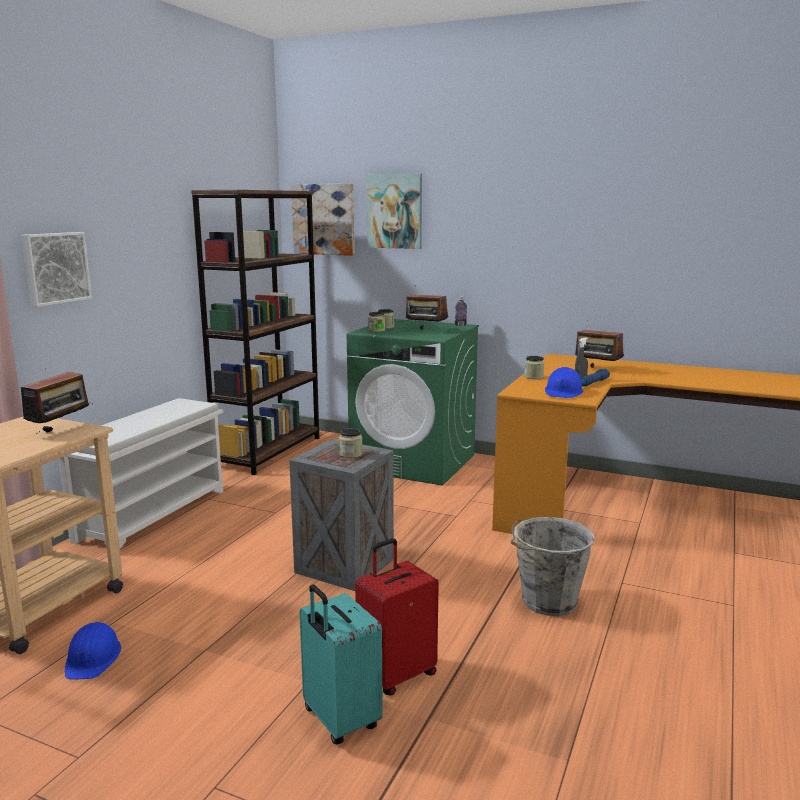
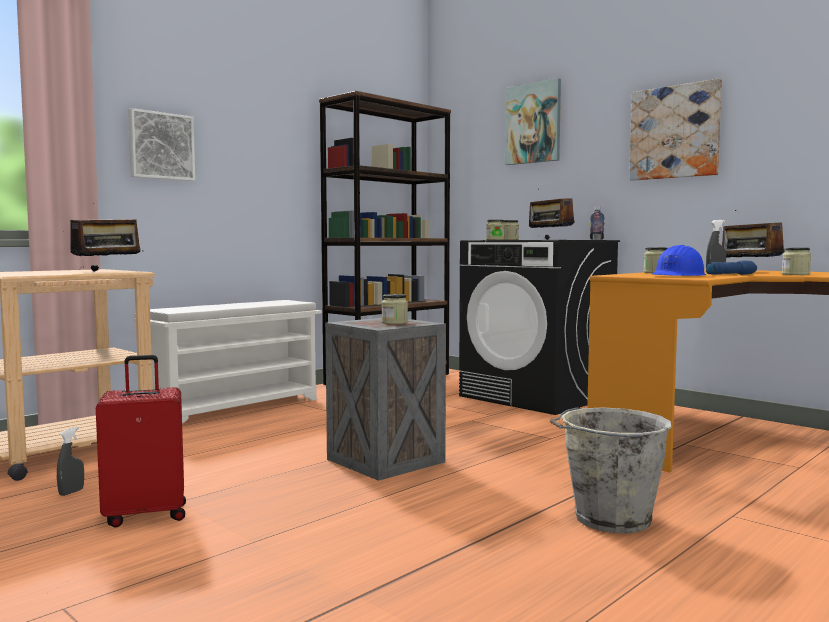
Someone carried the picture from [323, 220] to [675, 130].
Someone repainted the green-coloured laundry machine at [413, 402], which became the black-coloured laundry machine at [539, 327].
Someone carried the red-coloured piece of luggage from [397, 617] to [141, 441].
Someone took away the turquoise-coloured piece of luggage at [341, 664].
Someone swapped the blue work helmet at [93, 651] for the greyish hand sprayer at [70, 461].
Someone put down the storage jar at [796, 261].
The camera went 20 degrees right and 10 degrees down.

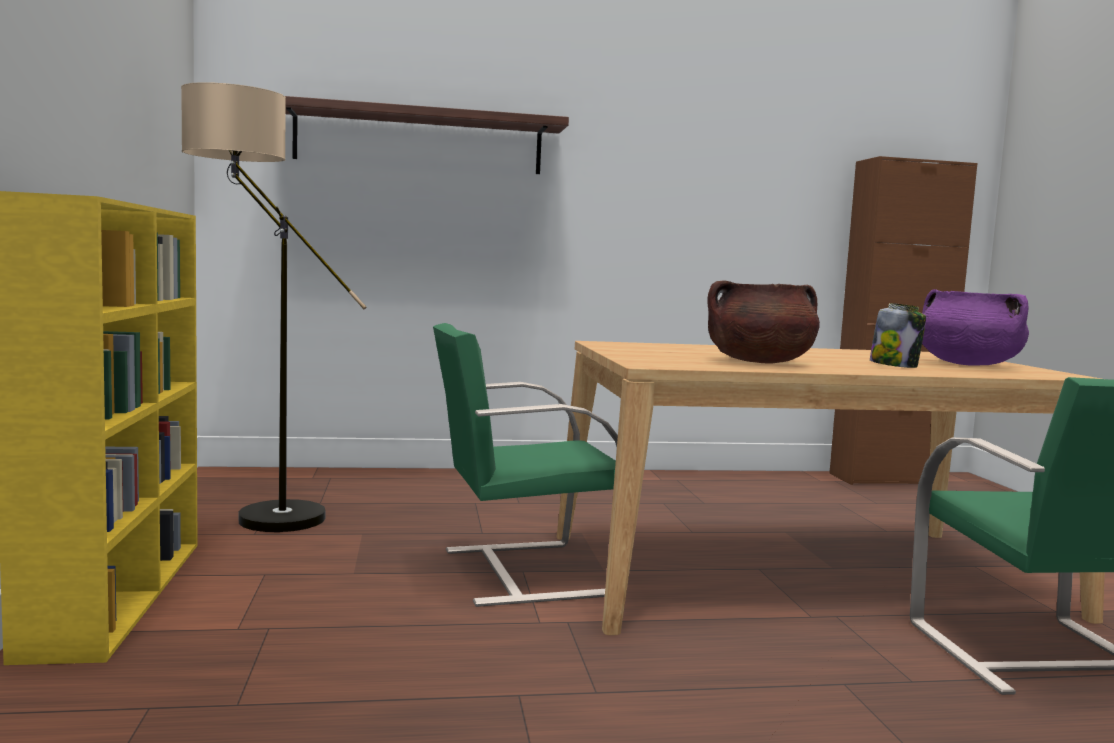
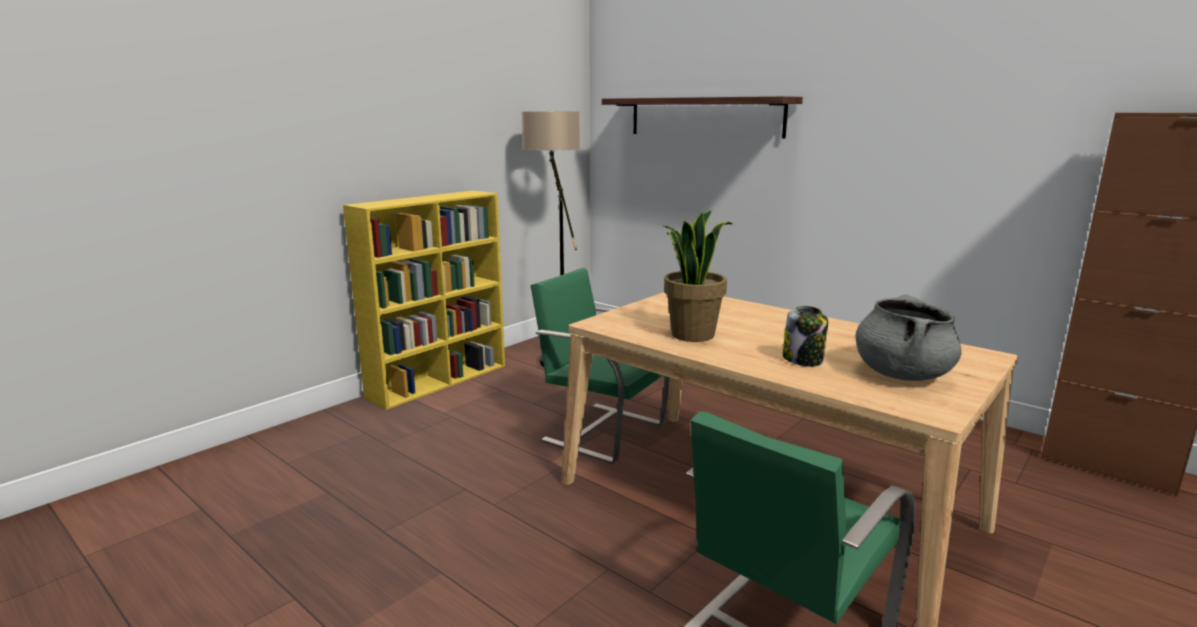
Someone swapped the brownish cooking pot at [763, 321] for the houseplant at [697, 276].
Someone repainted the purple-coloured cooking pot at [975, 327], which became the greyish cooking pot at [909, 337].
The camera went 50 degrees right and 10 degrees up.

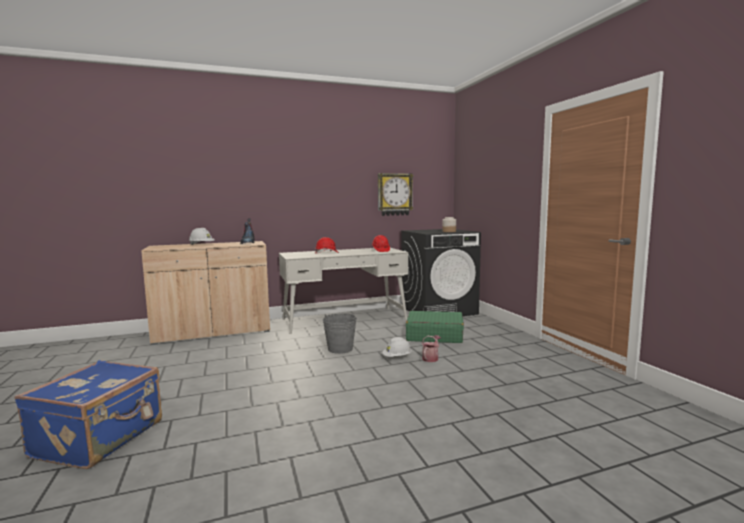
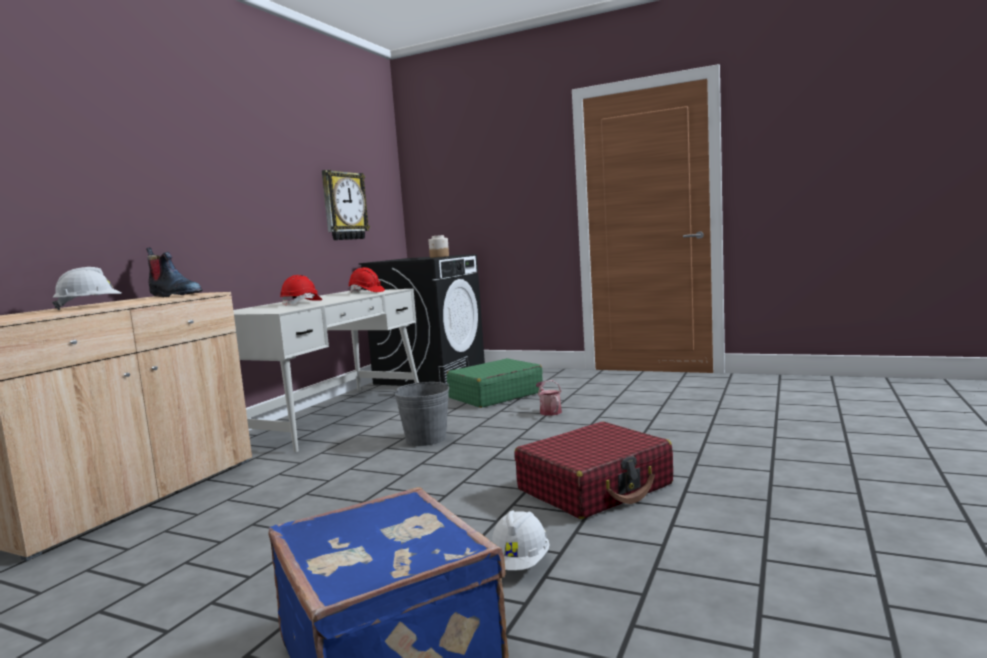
Someone carried the whitish work helmet from [397, 347] to [520, 540].
Someone put down the red-coloured piece of luggage at [594, 470].
The camera went 45 degrees left and 0 degrees up.

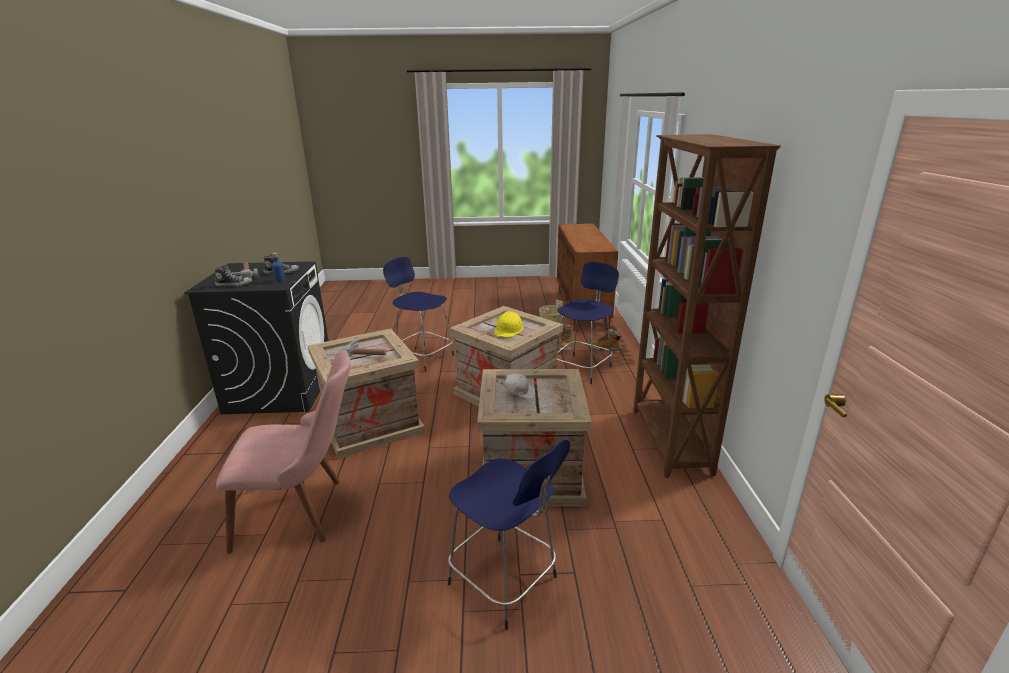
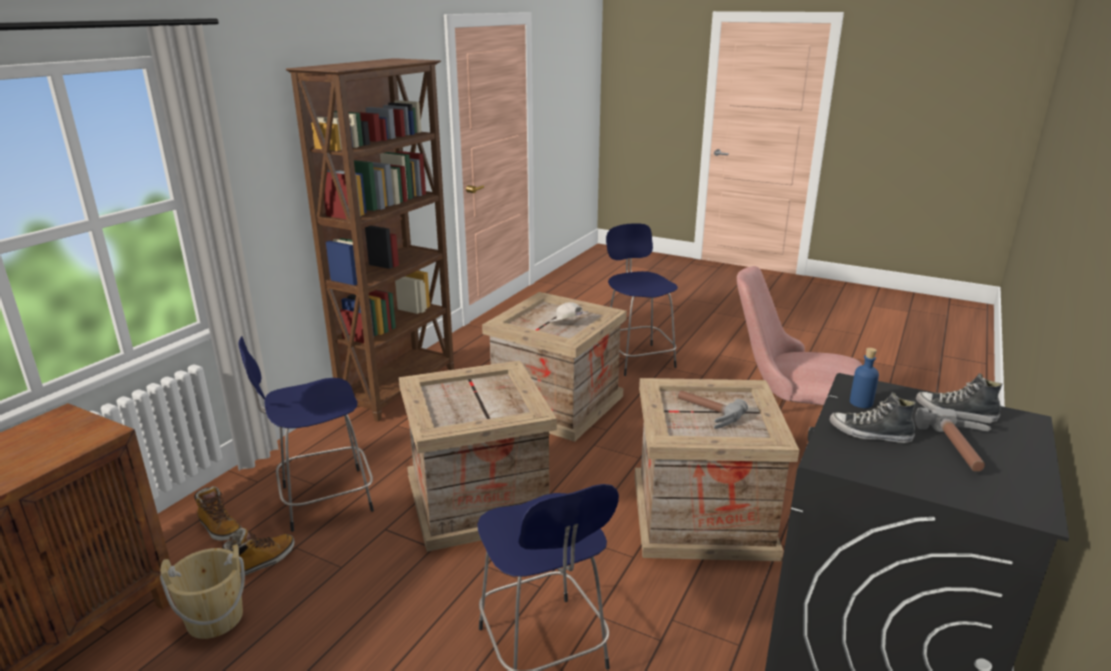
Someone took away the yellowish work helmet at [509, 324].
The camera went 150 degrees left and 0 degrees up.

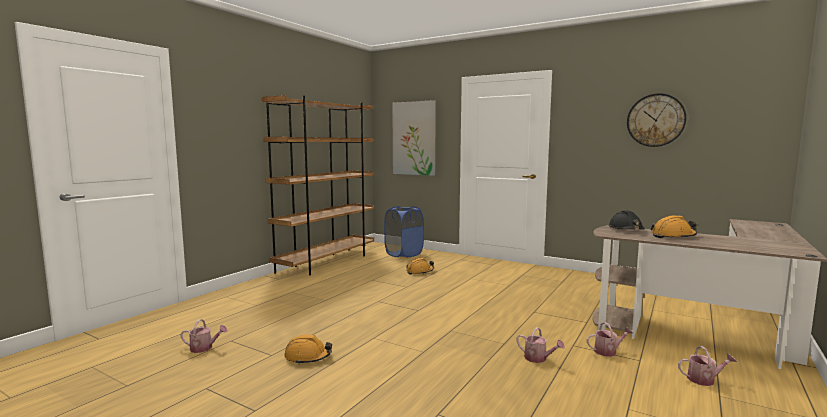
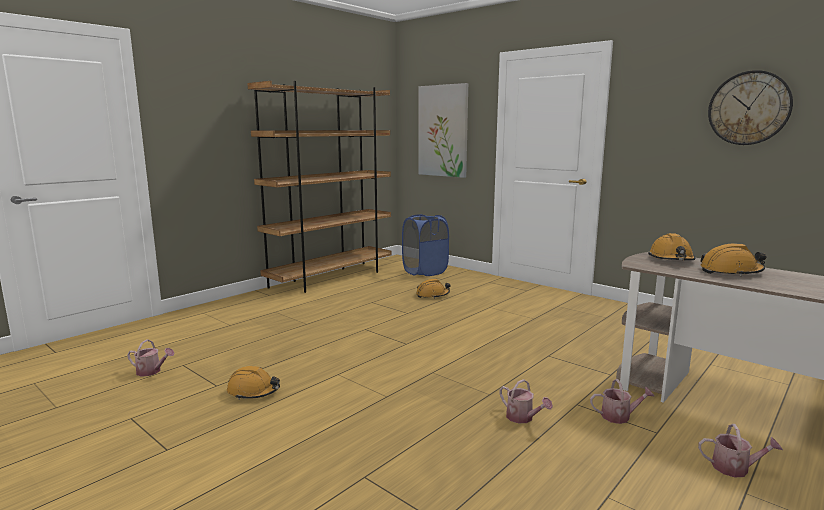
Someone repainted the black-coloured work helmet at [627, 220], which became the orange-coloured work helmet at [671, 246].
The camera went 10 degrees right and 5 degrees up.

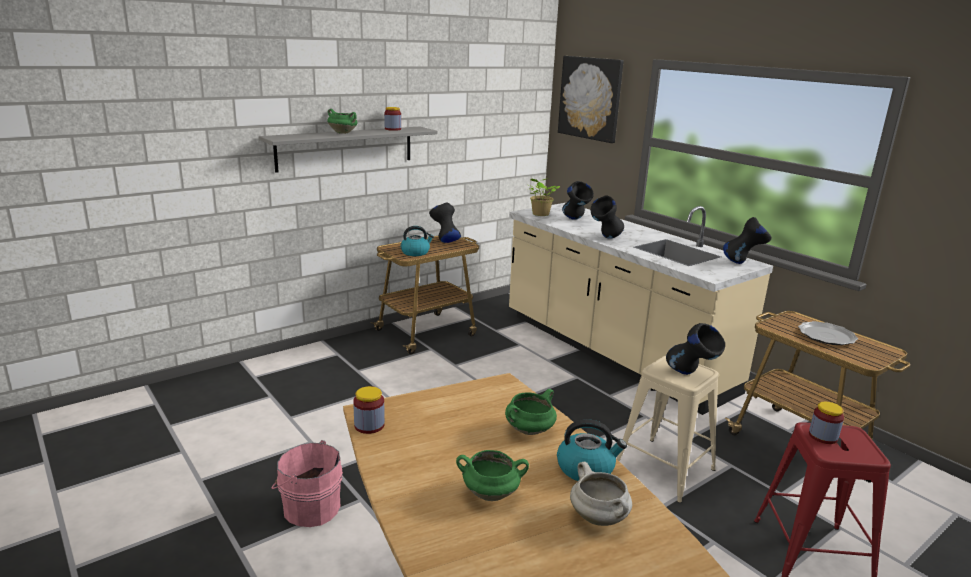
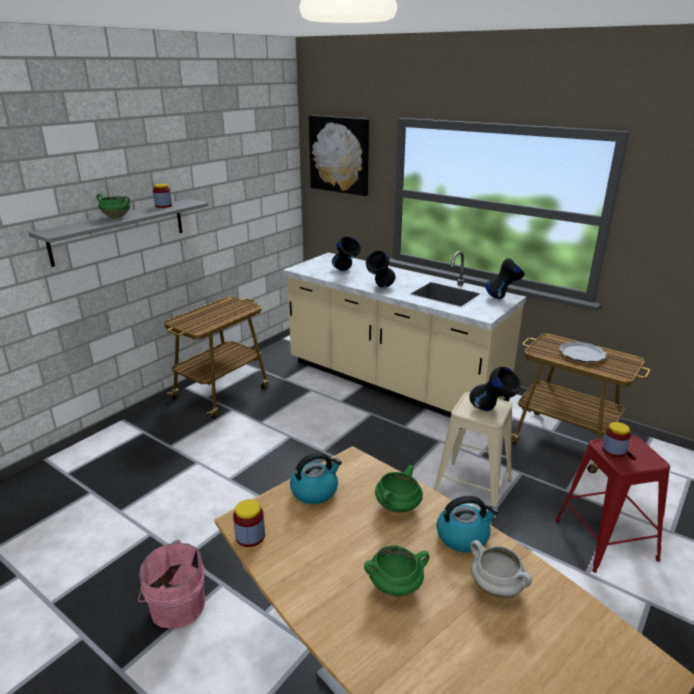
Someone took away the houseplant at [544, 197].
Someone took away the black-coloured vase at [445, 223].
Someone carried the water kettle from [417, 241] to [316, 478].
The camera went 15 degrees left and 5 degrees up.

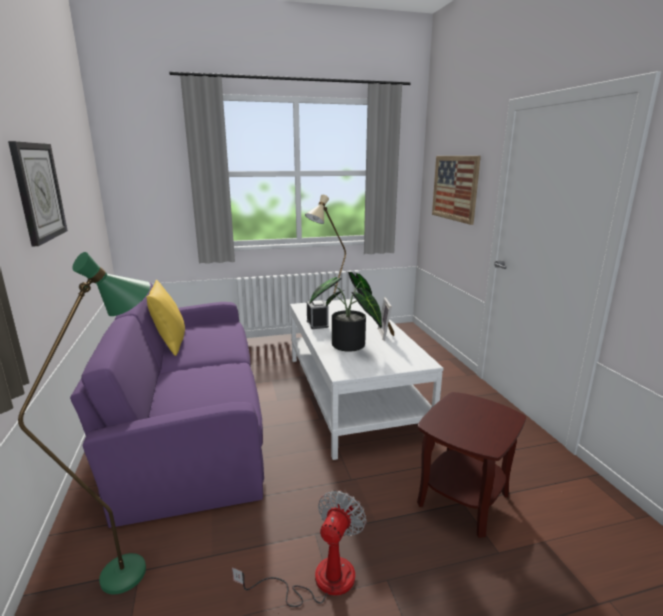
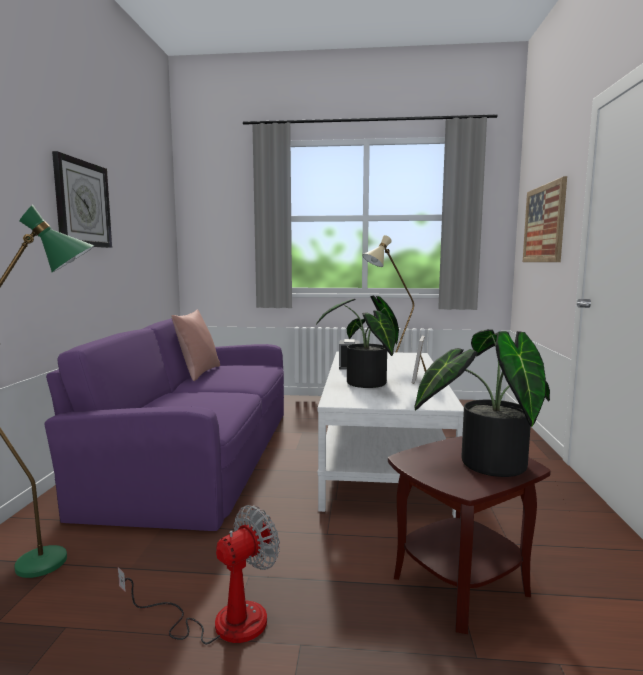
Someone repainted the yellowish throw pillow at [166, 318], which became the pinkish throw pillow at [195, 345].
Someone put down the houseplant at [482, 403].
The camera went 20 degrees right and 10 degrees down.

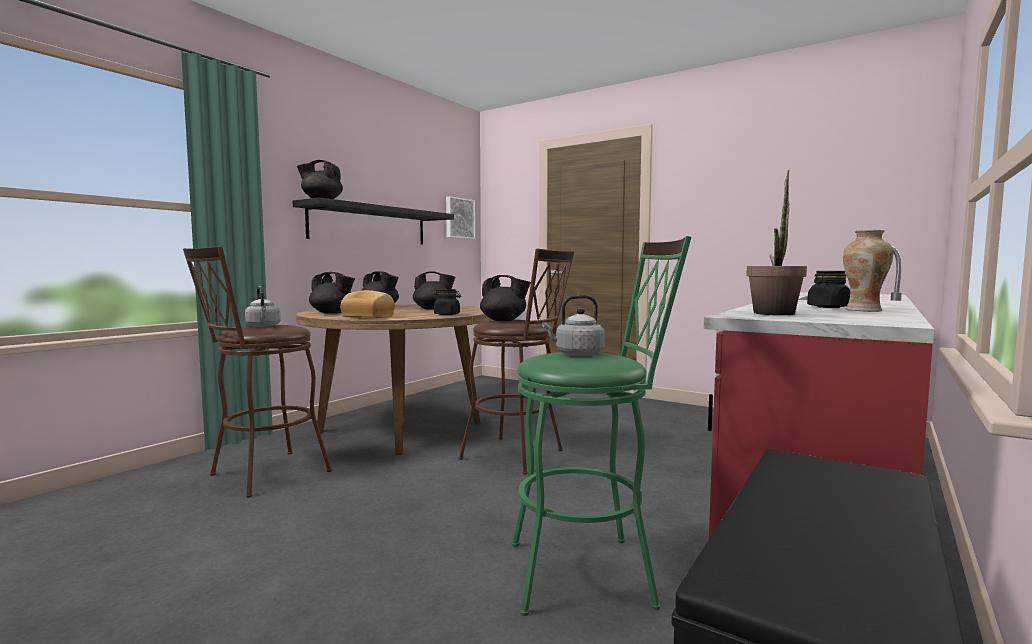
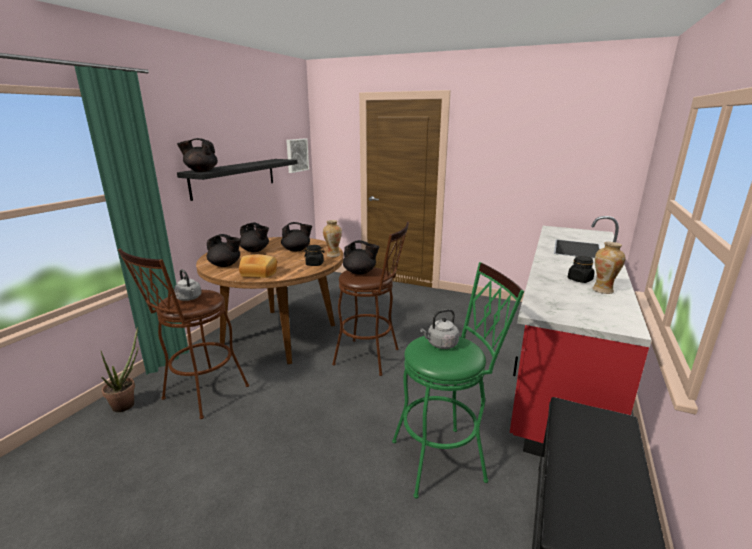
Someone carried the houseplant from [776, 242] to [119, 369].
Someone put down the vase at [332, 238].
The camera went 10 degrees left and 15 degrees up.

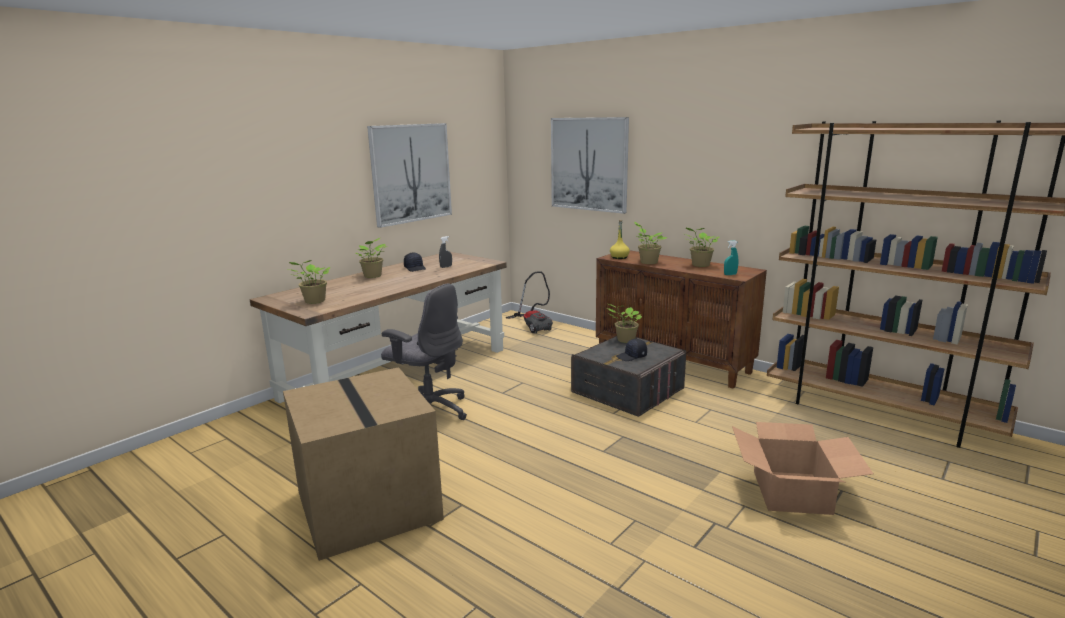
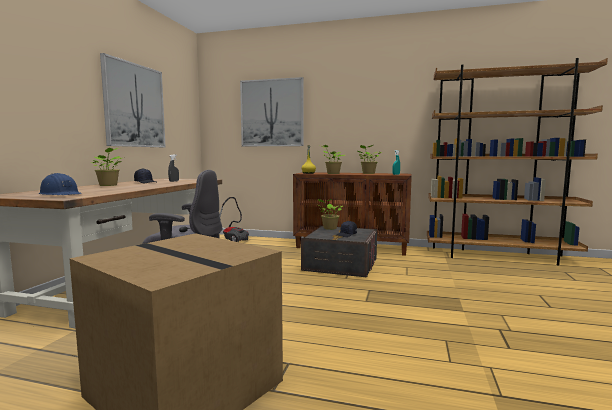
Someone swapped the houseplant at [309, 282] for the blue work helmet at [60, 184].
Someone took away the cardboard box at [802, 468].
The camera went 25 degrees left and 10 degrees down.

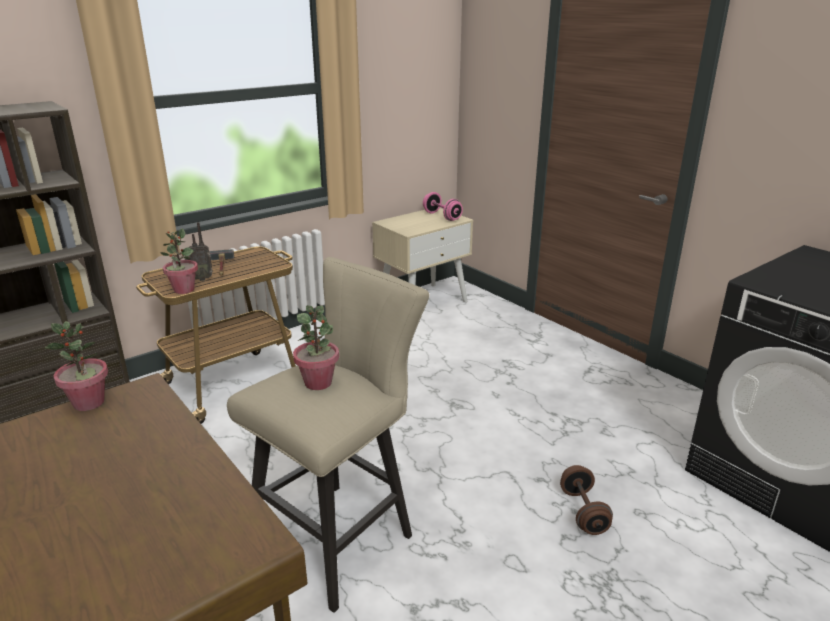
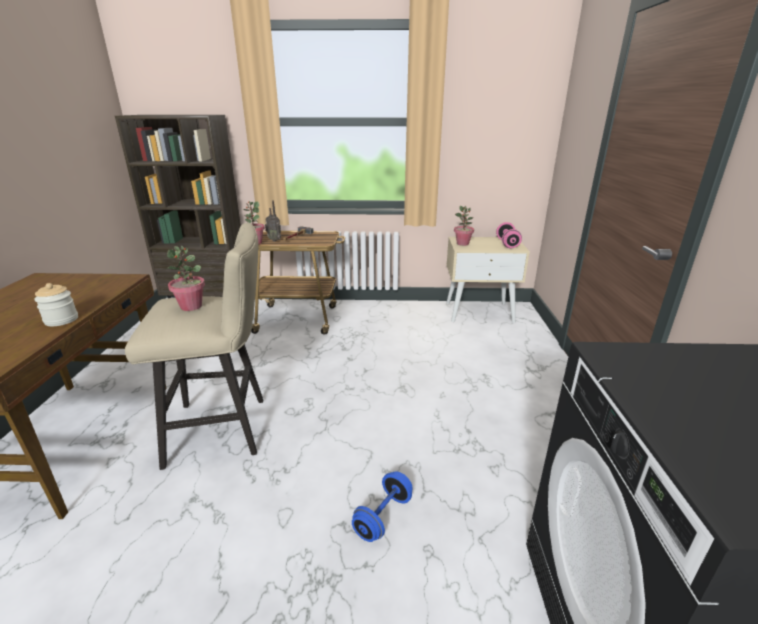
Someone carried the houseplant from [76, 366] to [464, 226].
Someone repainted the brownish dumbbell at [586, 500], which became the blue dumbbell at [382, 506].
Someone put down the storage jar at [56, 304].
The camera went 40 degrees right and 0 degrees up.

